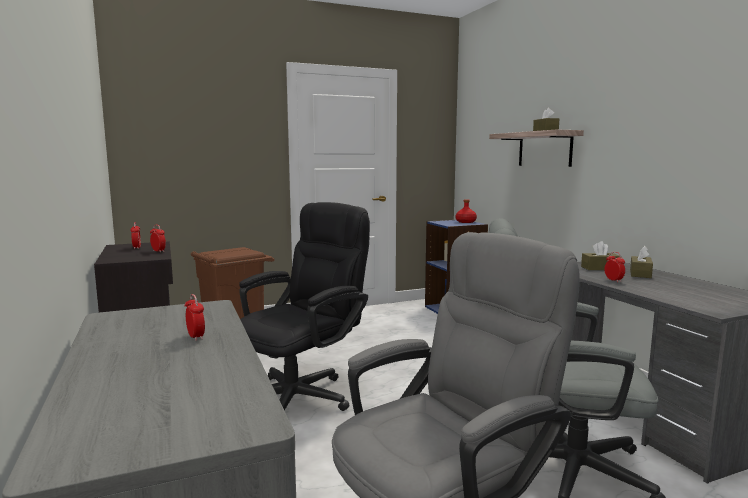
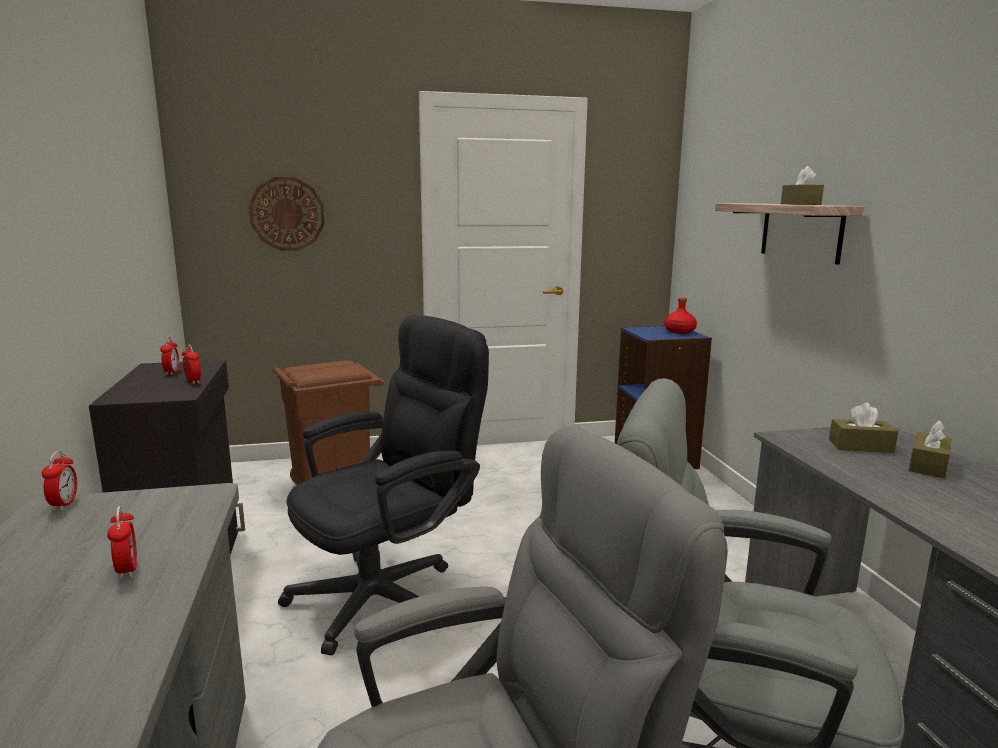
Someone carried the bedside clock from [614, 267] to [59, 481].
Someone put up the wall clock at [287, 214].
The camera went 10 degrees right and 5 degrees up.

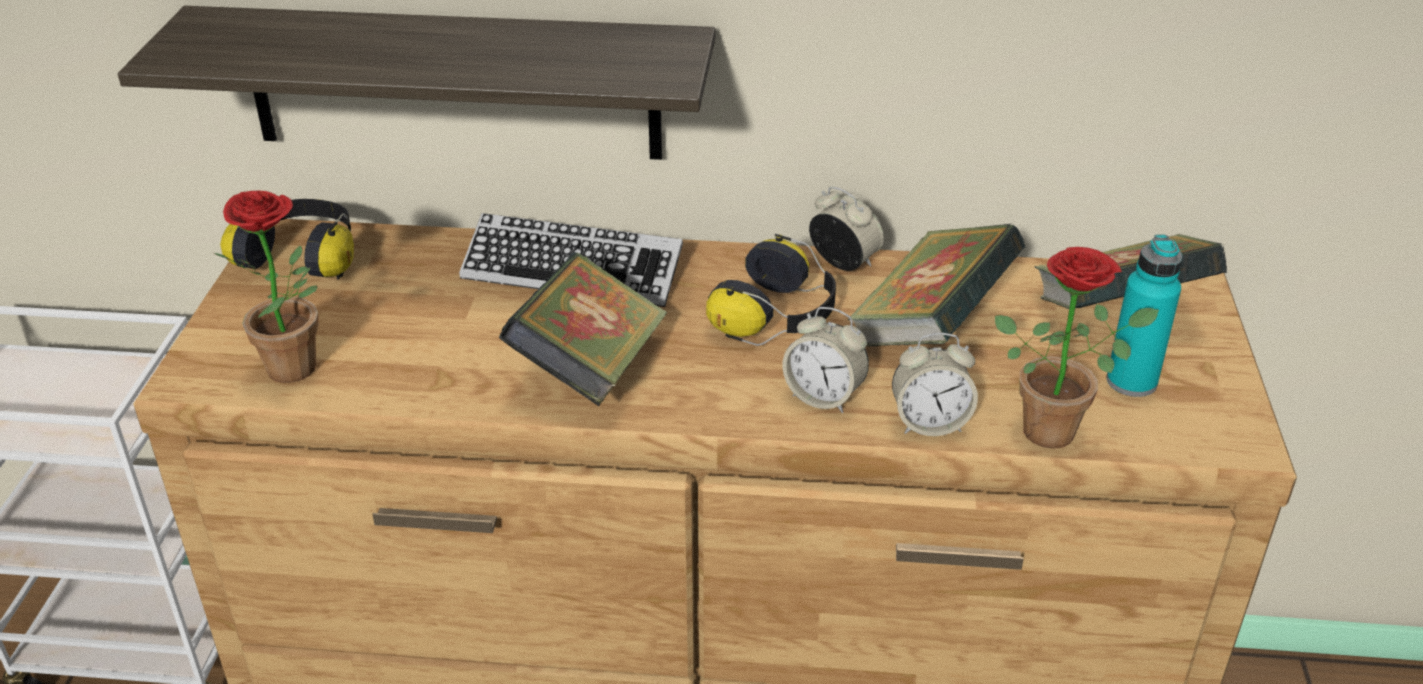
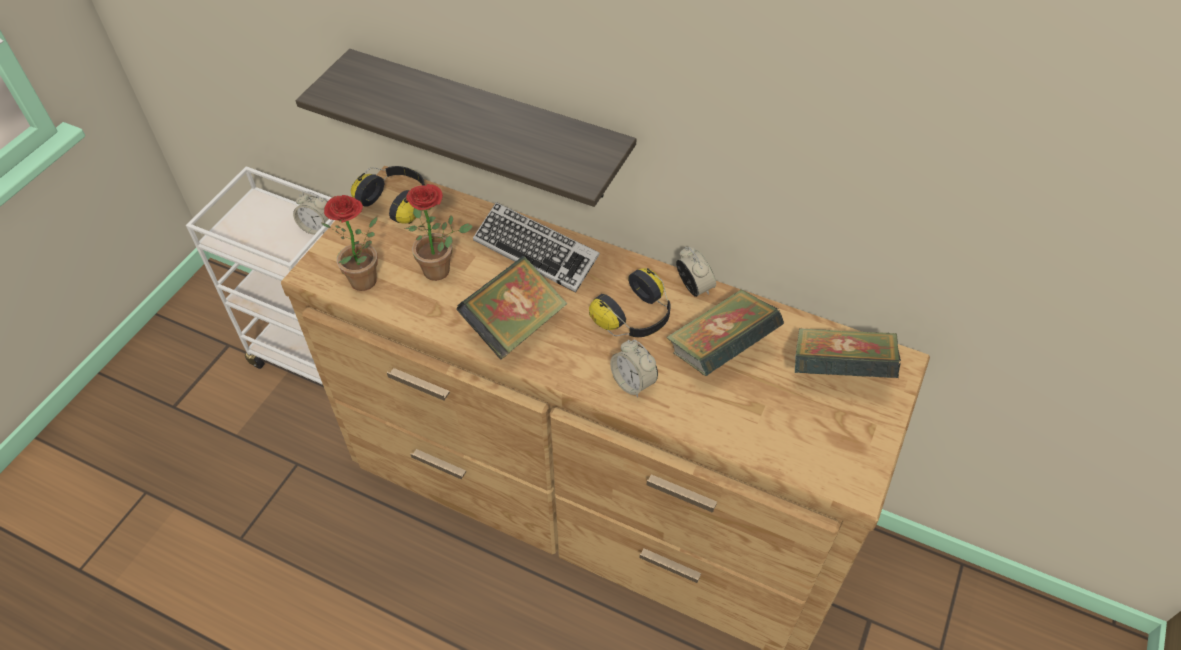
Someone took away the turquoise-coloured drink bottle at [1144, 315].
Someone carried the houseplant from [1077, 348] to [438, 232].
Someone carried the bedside clock from [935, 384] to [311, 213].
The camera went 20 degrees right and 15 degrees up.

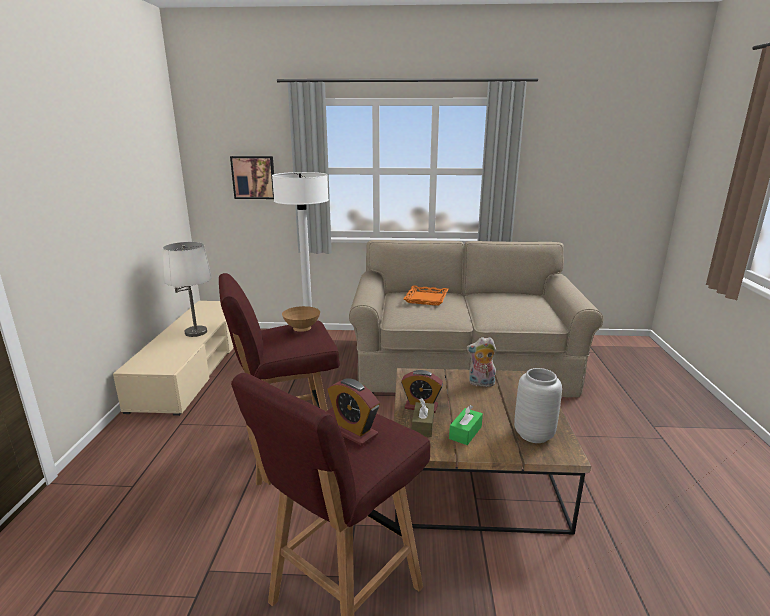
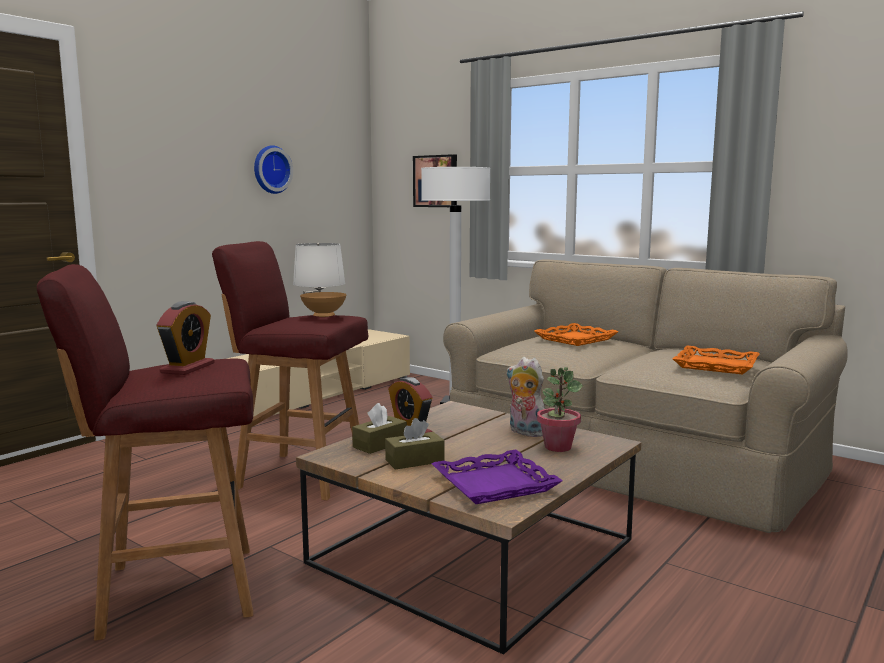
Someone swapped the greyish vase at [538, 405] for the purple-coloured carrying tray at [497, 477].
Someone rotated the bedside clock at [353, 412] by 150 degrees counterclockwise.
Someone repainted the green-coloured box of tissues at [466, 425], which became the brownish box of tissues at [414, 444].
Someone put up the wall clock at [273, 169].
Someone put down the orange-coloured carrying tray at [716, 360].
Someone put down the houseplant at [560, 409].
The camera went 35 degrees right and 10 degrees down.

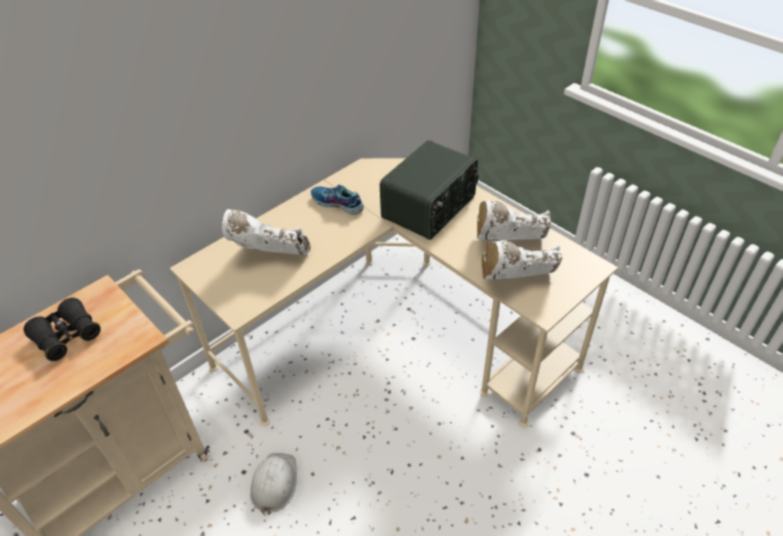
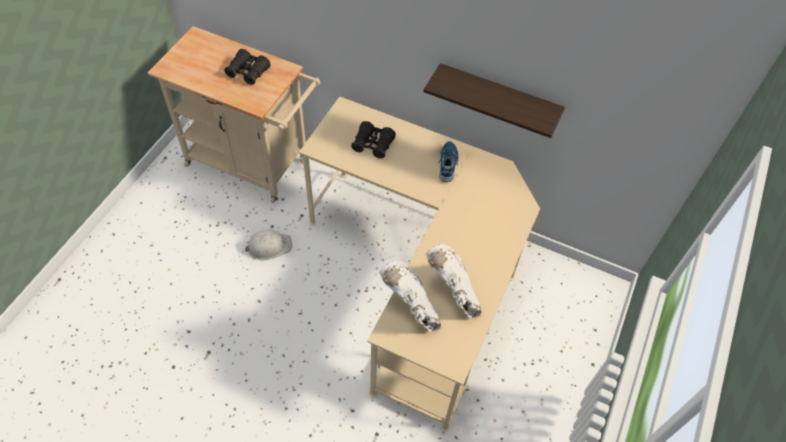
Someone took away the radio set at [429, 190].
Someone swapped the whitish high-top boot at [266, 232] for the black-coloured binoculars at [373, 140].
Someone put up the shelf at [494, 100].
The camera went 65 degrees right and 10 degrees up.

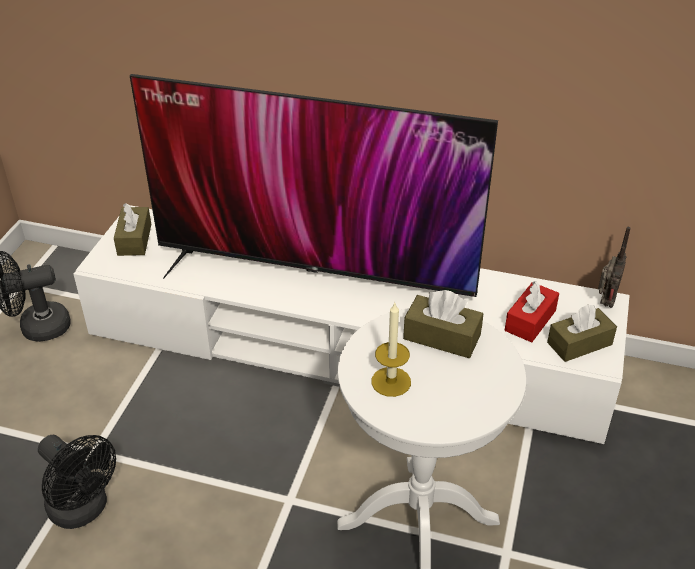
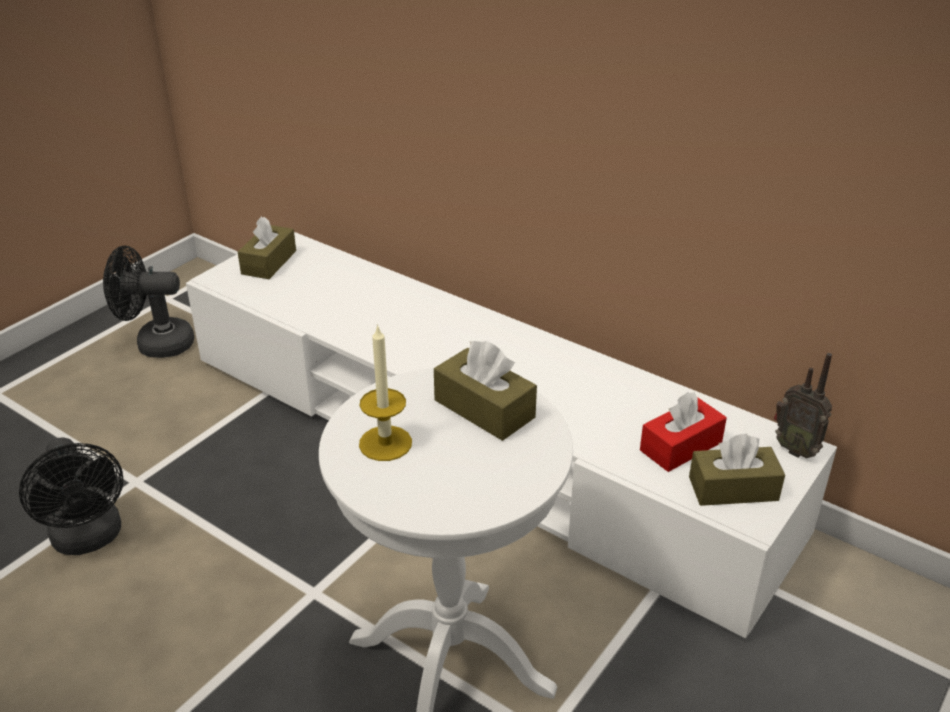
Someone took away the TV at [314, 185].
Someone rotated the radio set at [614, 267] by 90 degrees clockwise.
The camera went 20 degrees right and 5 degrees down.

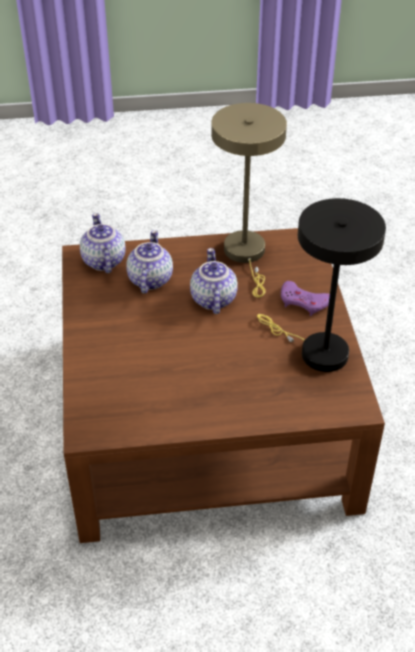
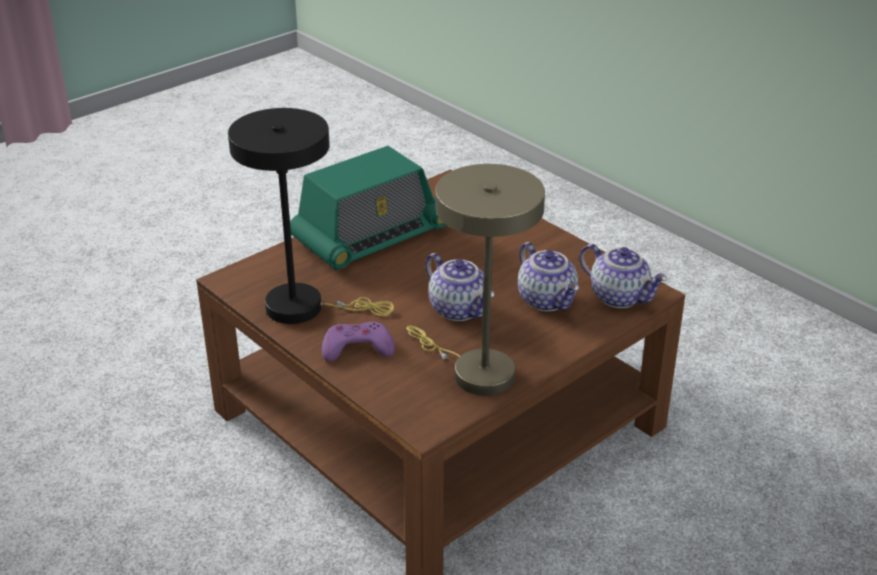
Someone put down the radio set at [368, 208].
The camera went 145 degrees right and 10 degrees down.

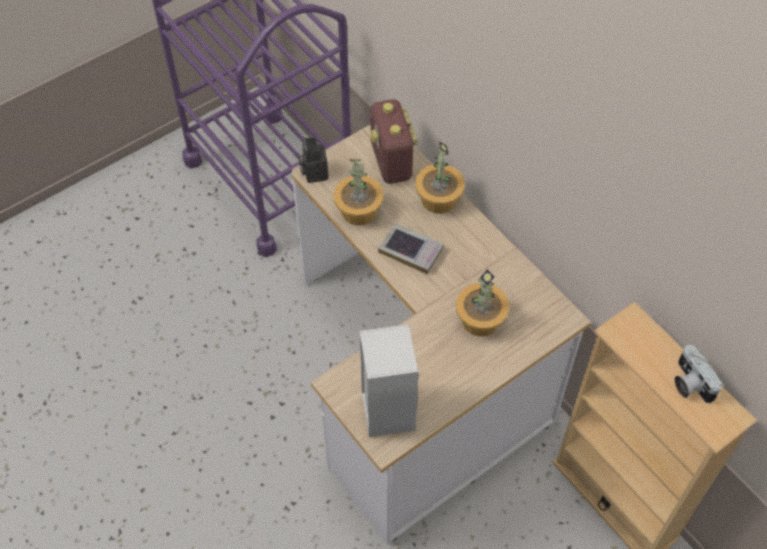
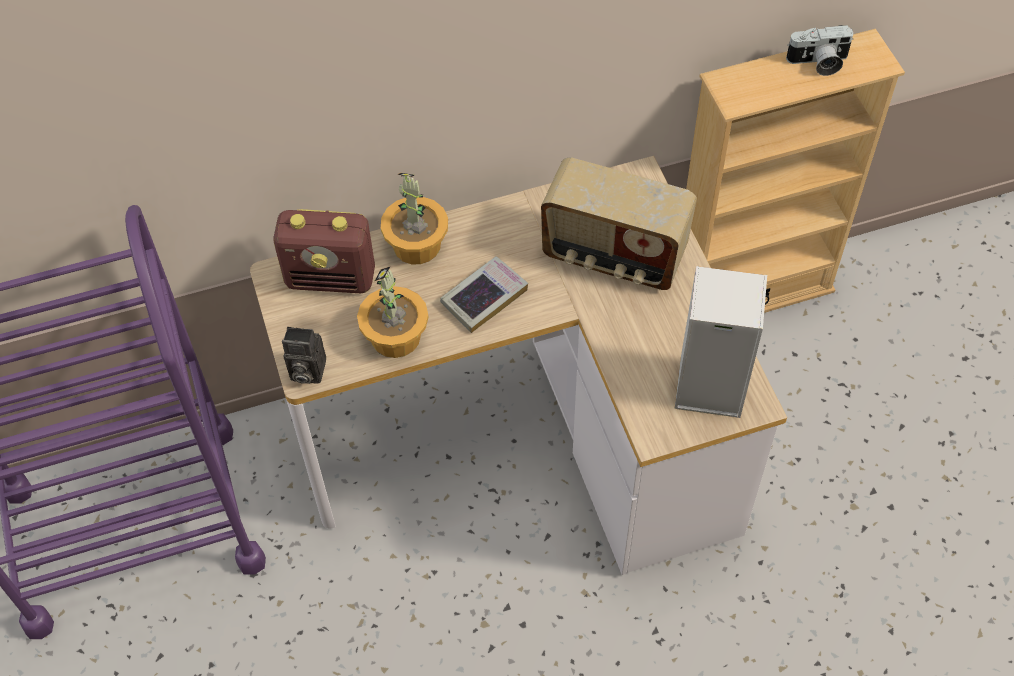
Someone swapped the houseplant at [483, 302] for the radio set at [619, 223].
The camera went 70 degrees left and 0 degrees up.

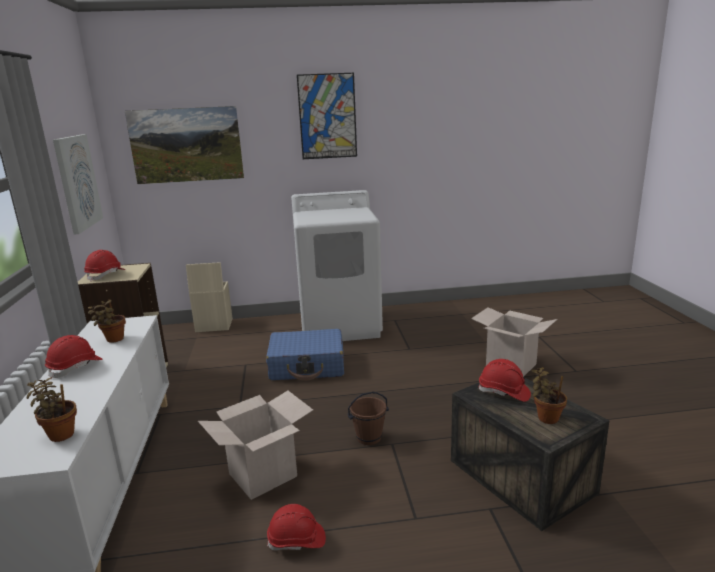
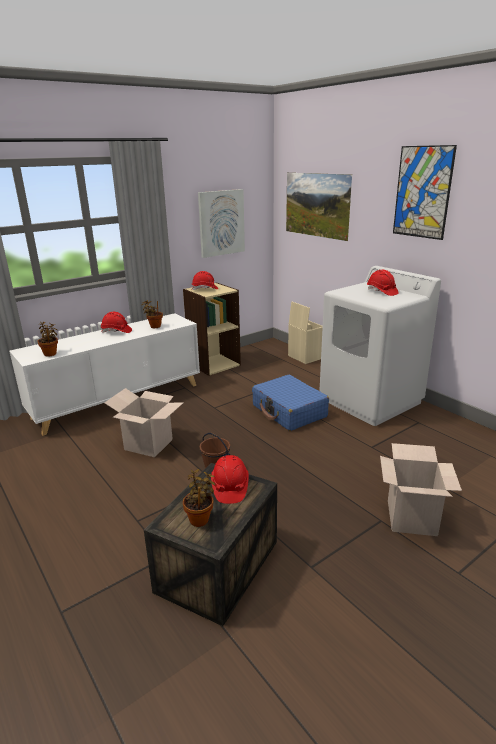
Someone carried the red-coloured work helmet from [296, 527] to [383, 283].
The camera went 60 degrees right and 5 degrees up.

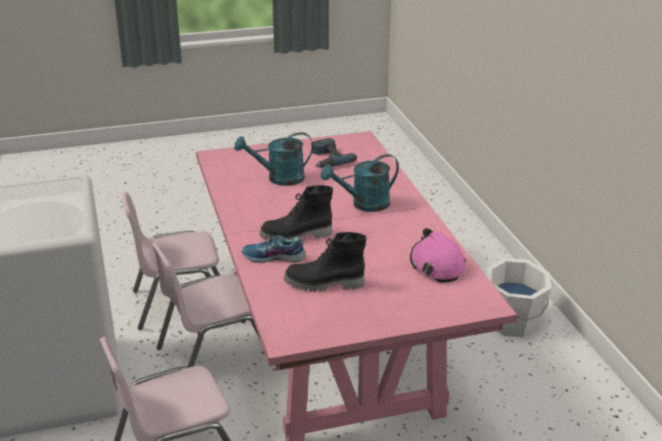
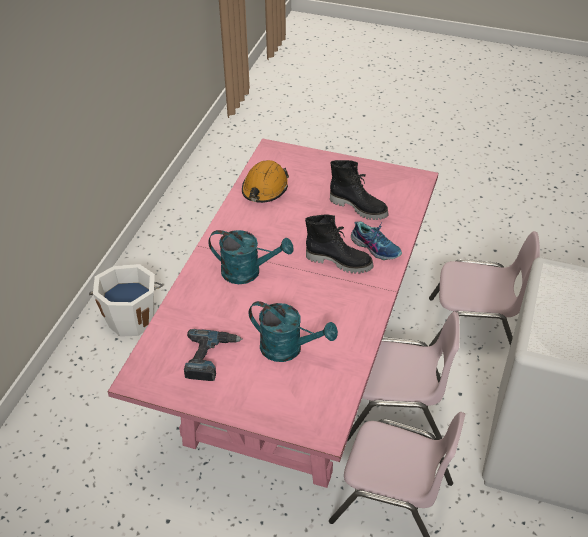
Someone repainted the pinkish work helmet at [438, 255], which became the orange-coloured work helmet at [265, 181].
The camera went 145 degrees left and 15 degrees up.

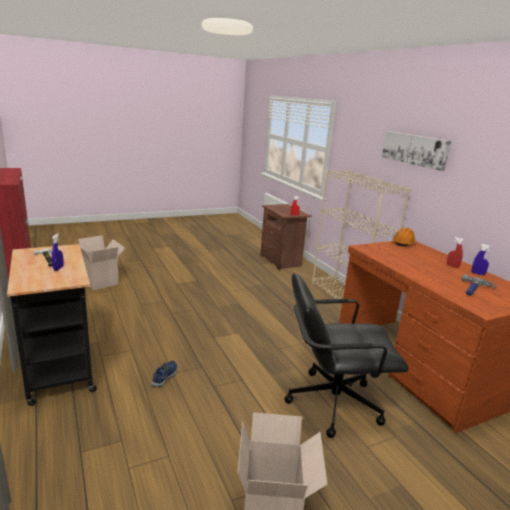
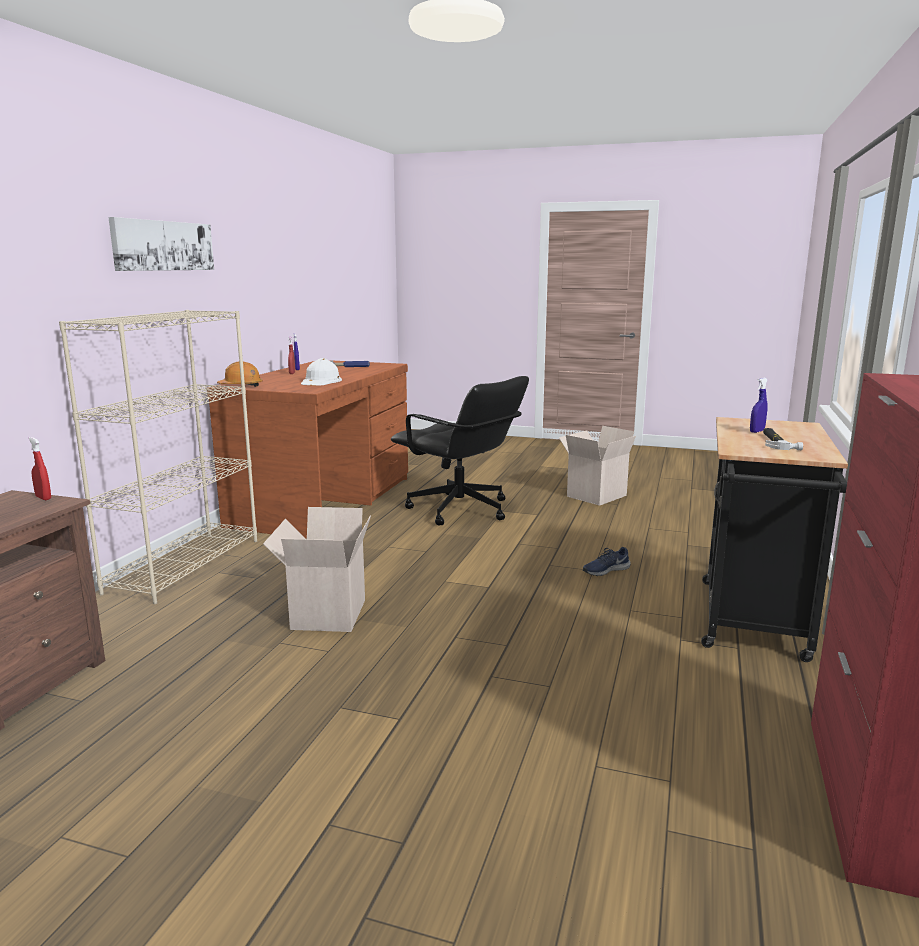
Someone carried the cardboard box from [100, 262] to [317, 569].
Someone put down the whitish work helmet at [321, 371].
The camera went 135 degrees left and 5 degrees down.

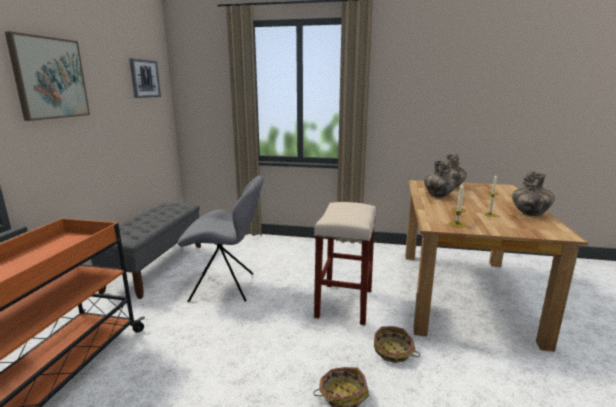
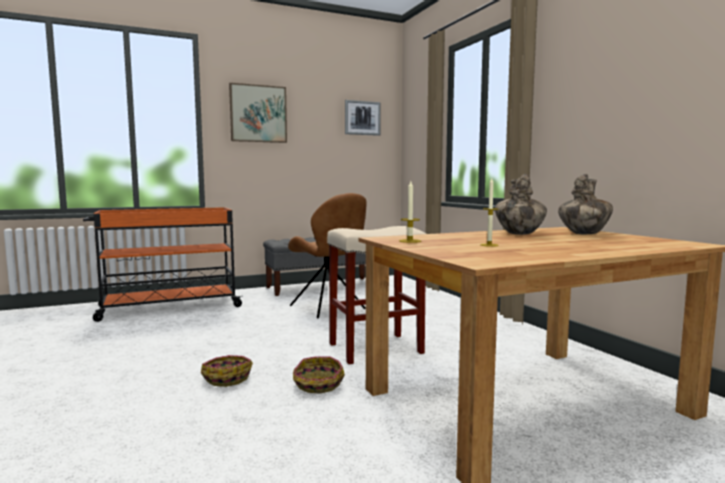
Someone took away the vase at [533, 193].
Someone repainted the greyish upright chair at [220, 239], which became the brownish upright chair at [327, 255].
The camera went 55 degrees right and 10 degrees down.

